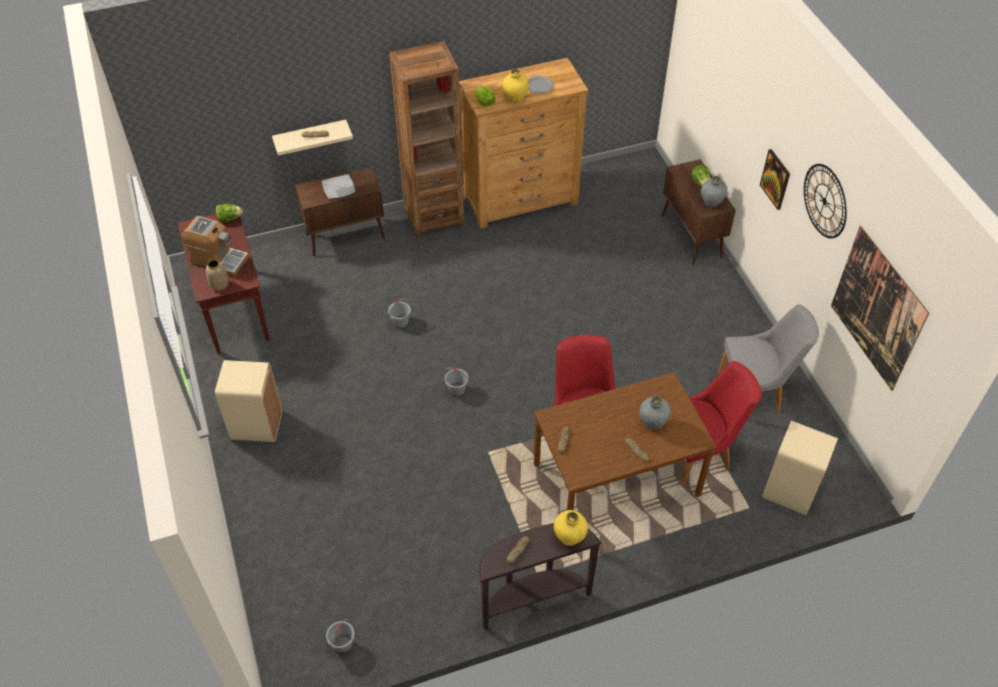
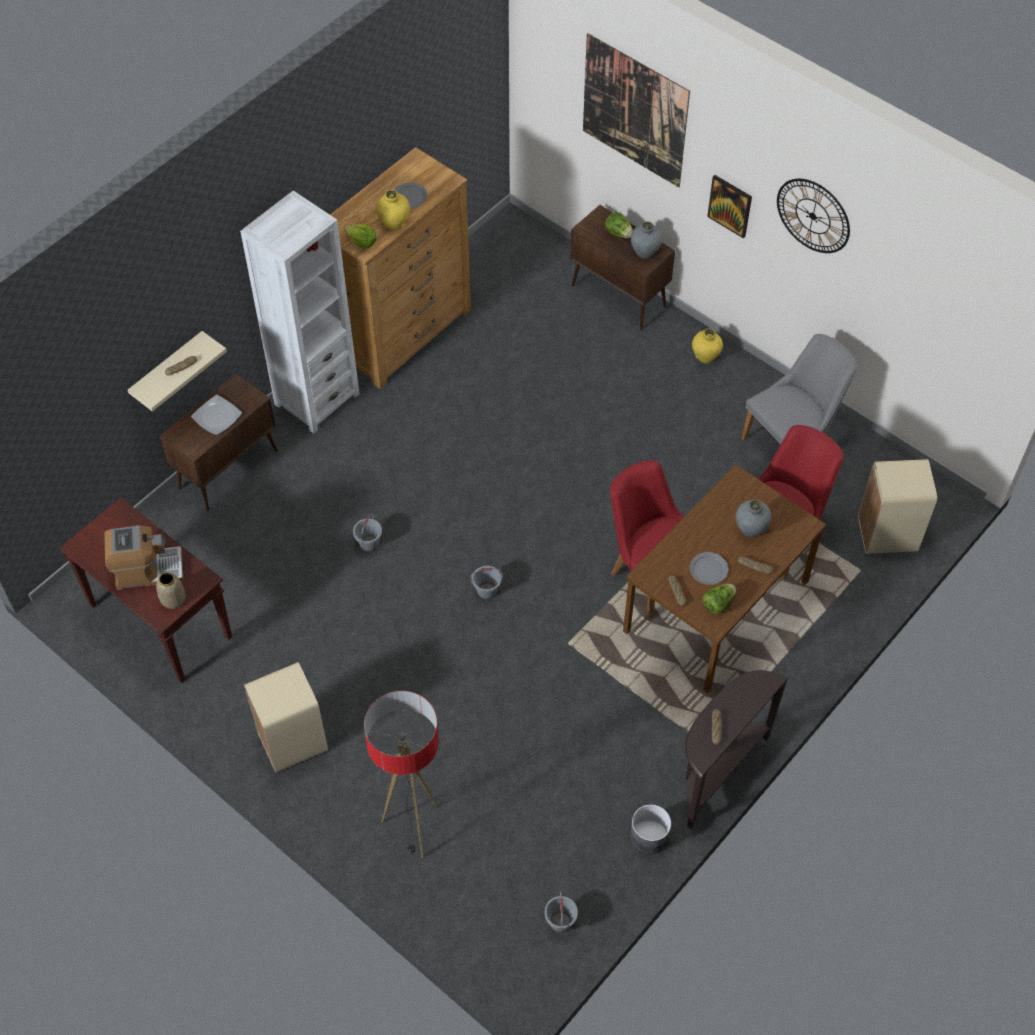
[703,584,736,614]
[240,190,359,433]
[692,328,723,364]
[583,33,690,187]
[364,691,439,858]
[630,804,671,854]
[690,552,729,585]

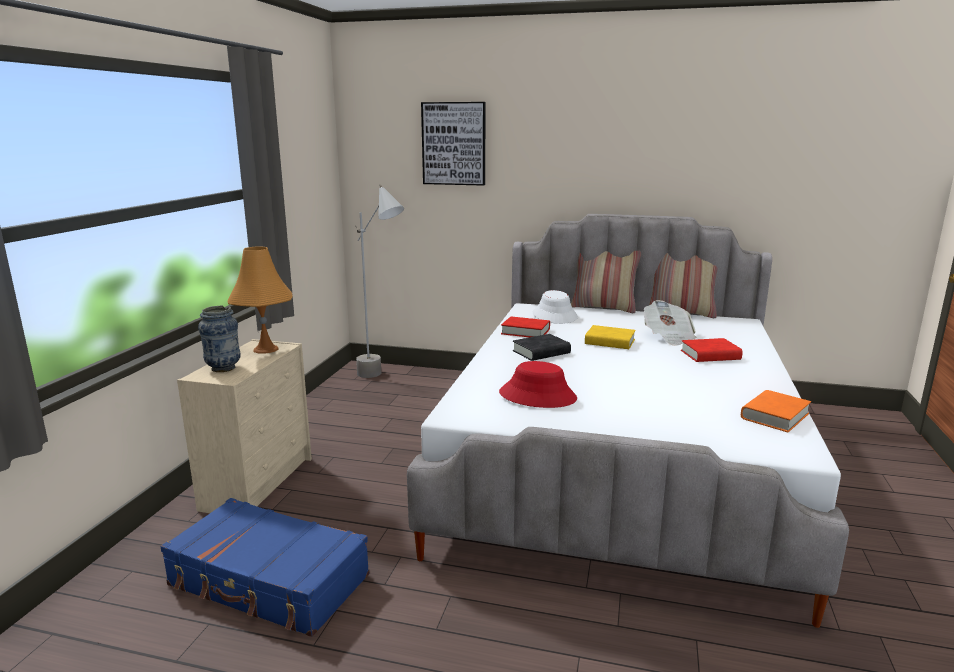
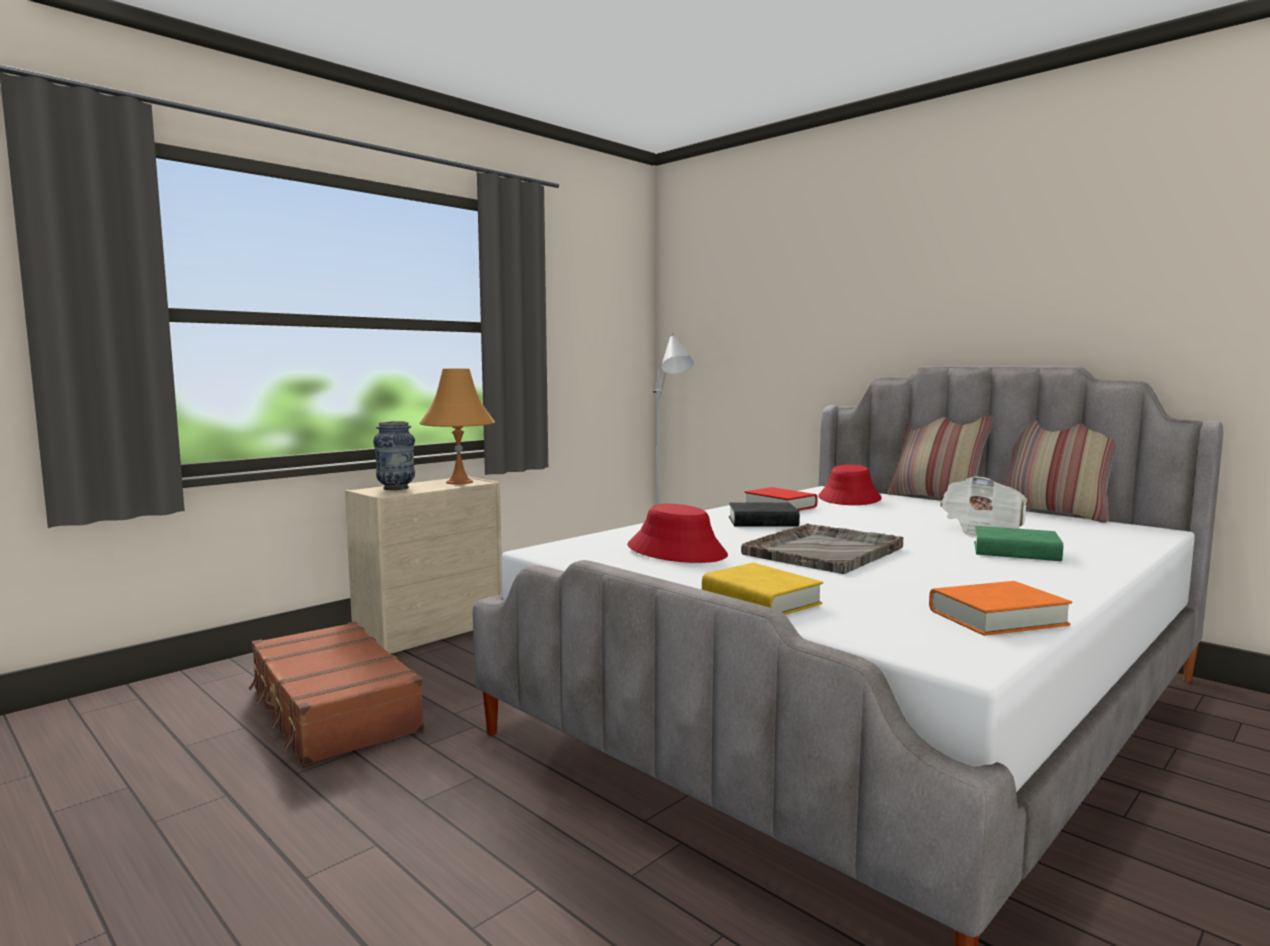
[248,621,424,765]
[421,102,486,186] (first image)
[818,464,882,505]
[702,563,823,615]
[974,526,1063,561]
[741,523,903,574]

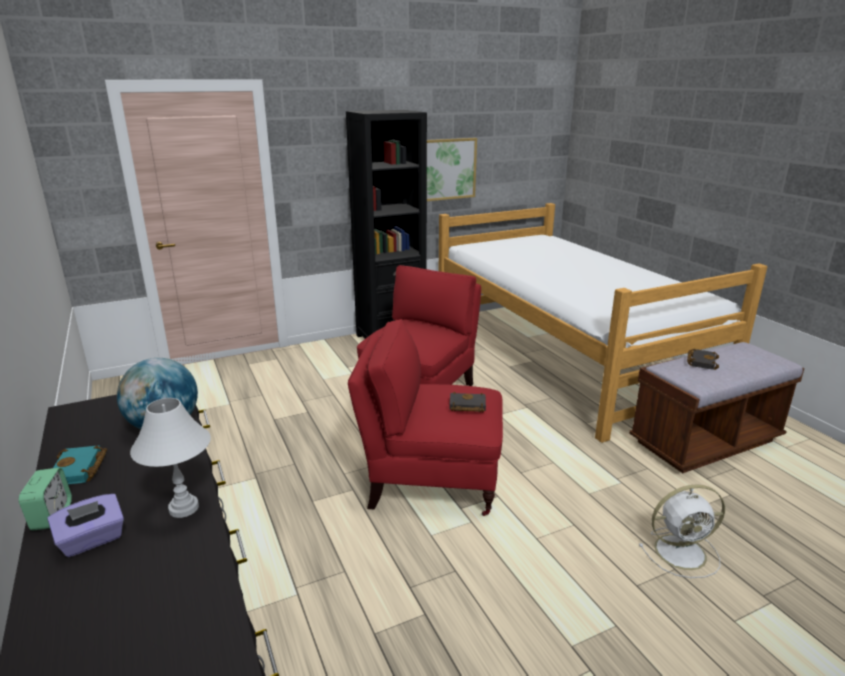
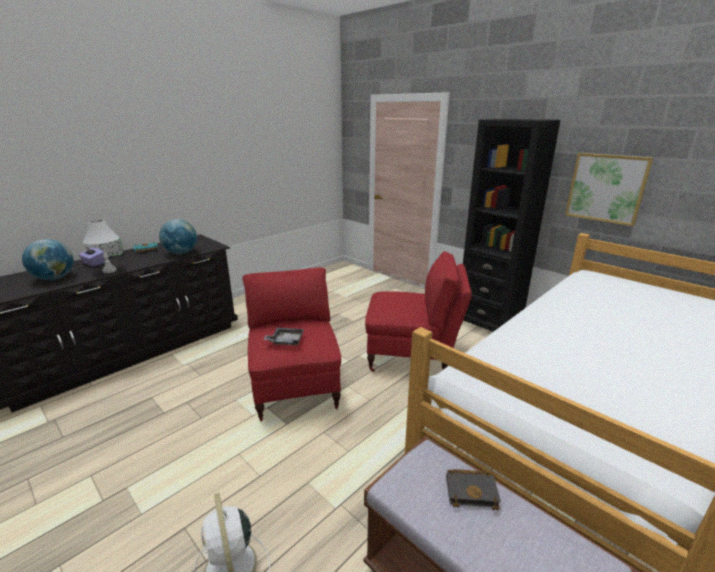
[263,328,304,346]
[22,239,74,280]

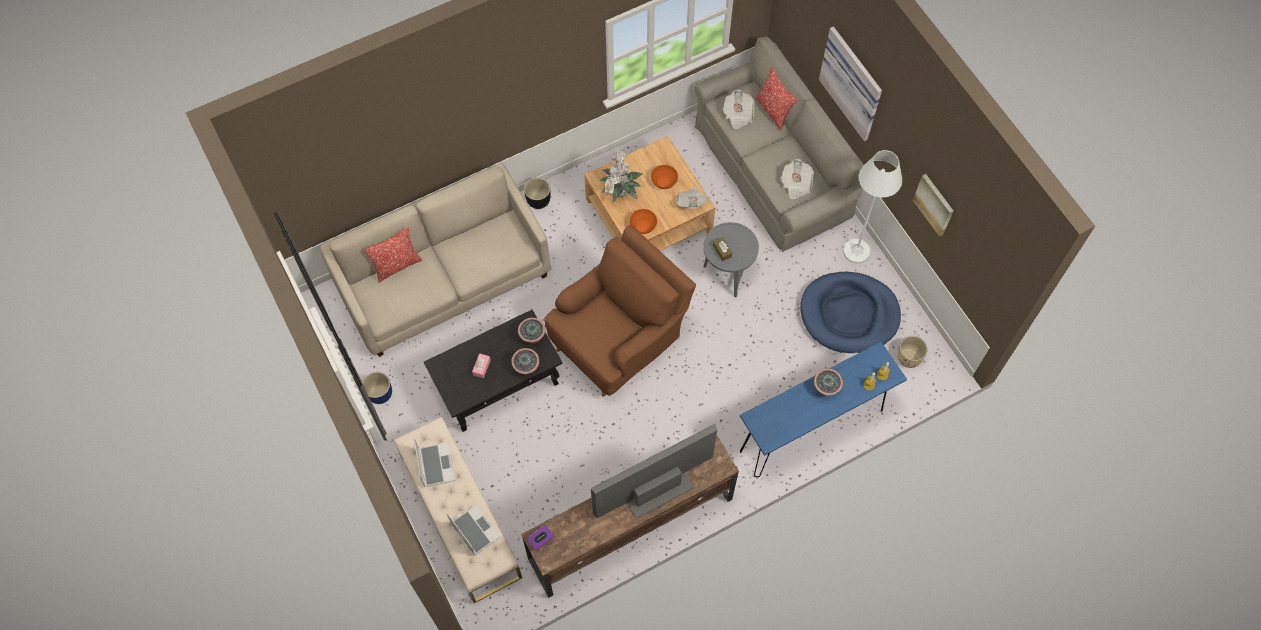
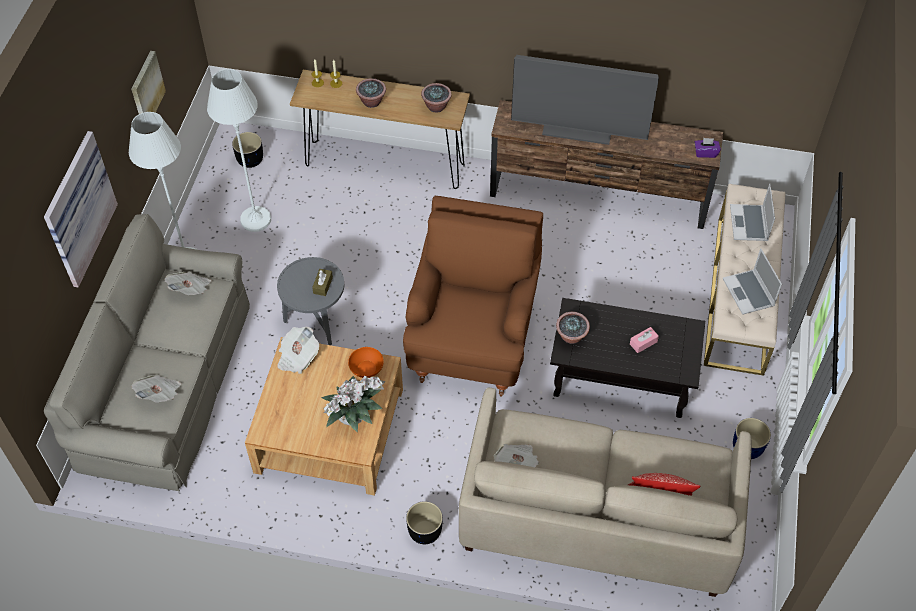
[723,248,782,315]
[421,83,452,113]
[403,196,543,396]
[651,165,678,189] (first image)
[290,70,470,189]
[755,67,798,131] (first image)
[207,69,271,232]
[232,132,263,168]
[494,444,539,467]

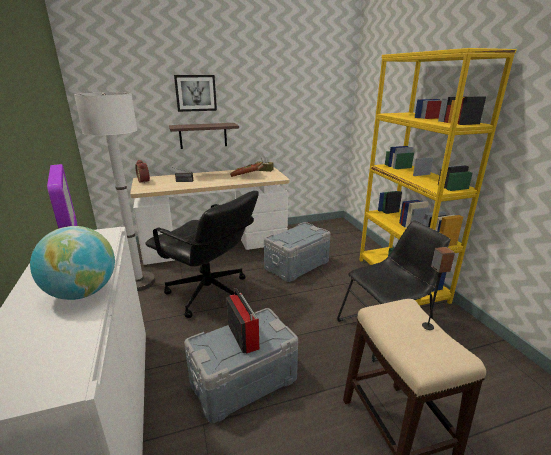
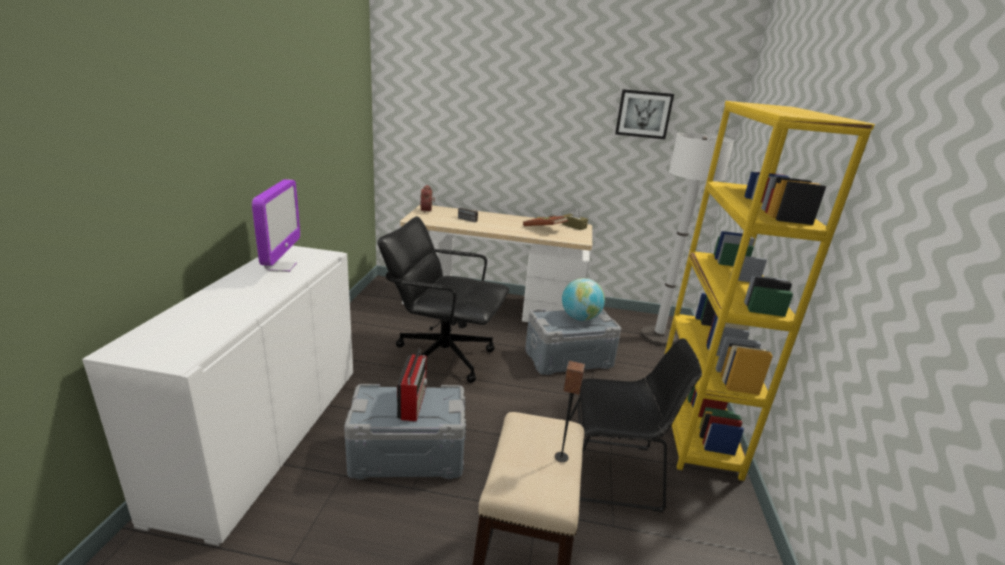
[562,278,605,321]
[641,133,734,347]
[378,216,509,383]
[169,123,239,149] (first image)
[615,89,674,139]

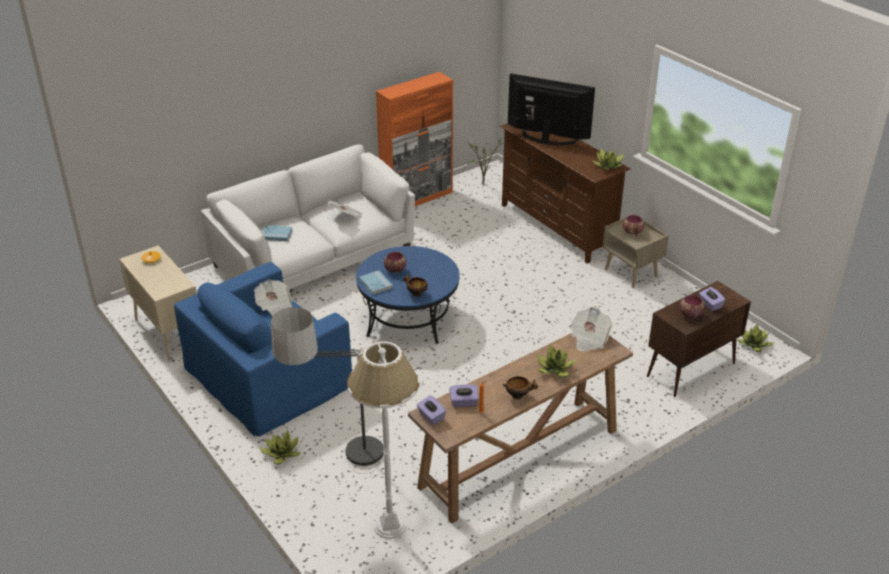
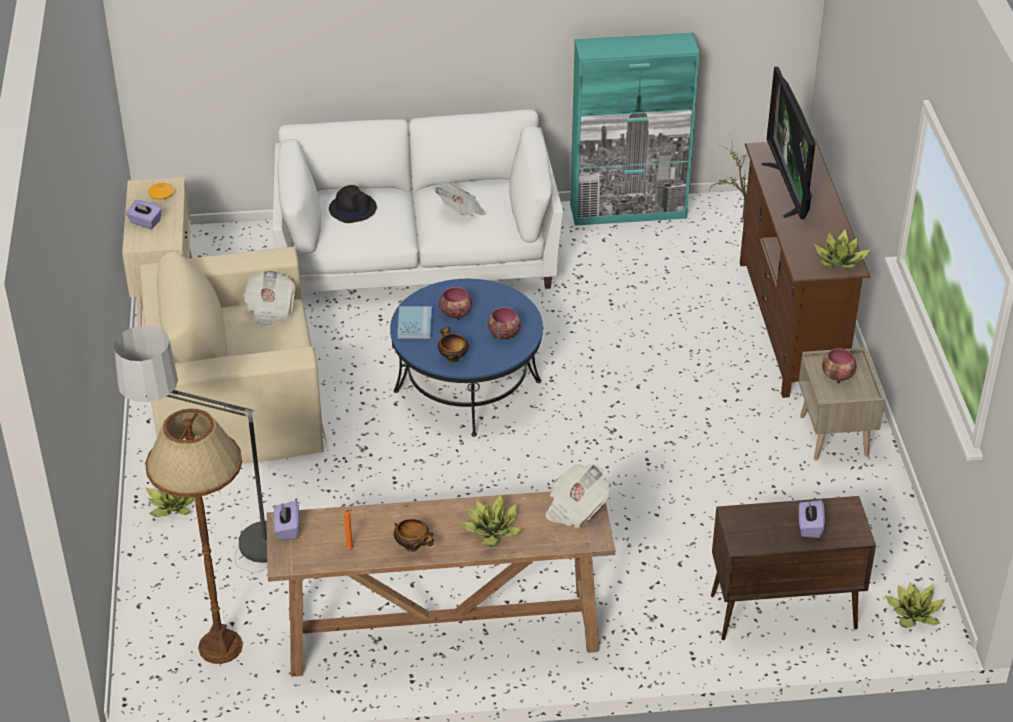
[139,247,327,464]
[329,185,377,223]
[145,408,243,664]
[570,33,700,226]
[126,200,162,229]
[762,67,815,219]
[488,307,521,339]

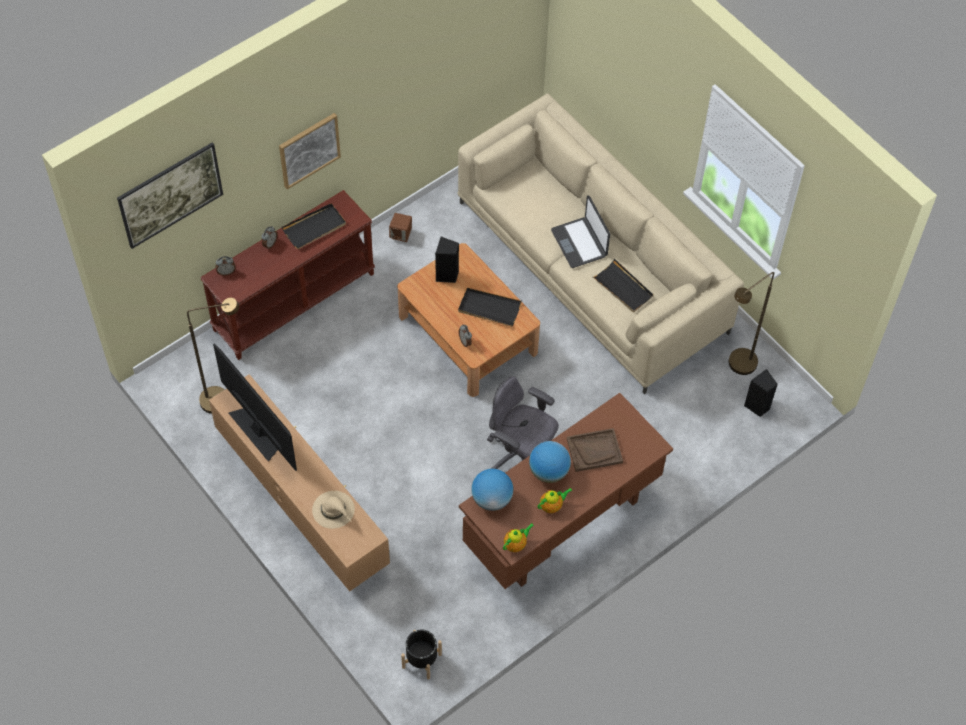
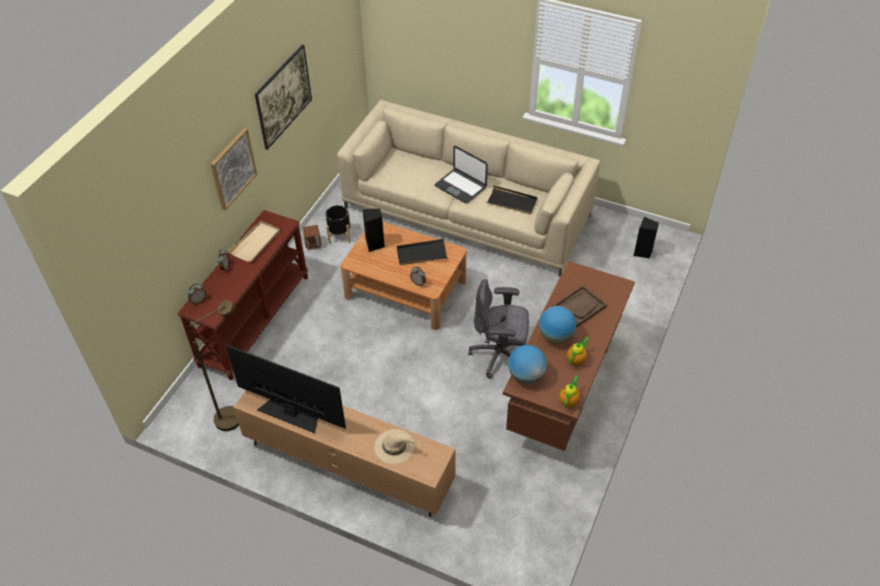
[255,45,312,150]
[229,221,280,262]
[326,205,351,244]
[729,272,774,375] (first image)

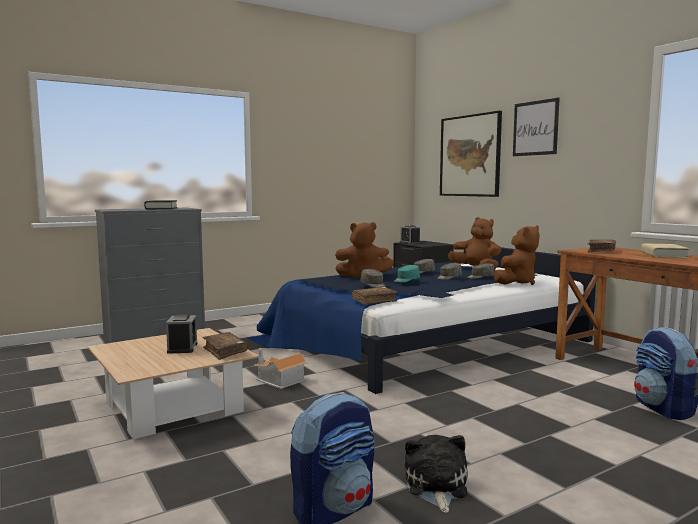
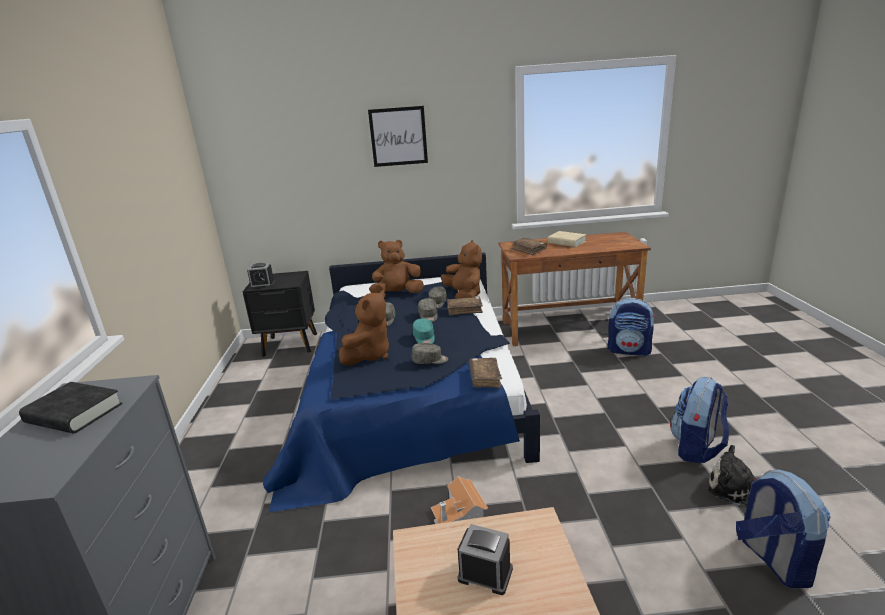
[447,297,483,316]
[440,111,502,197] (first image)
[670,377,729,463]

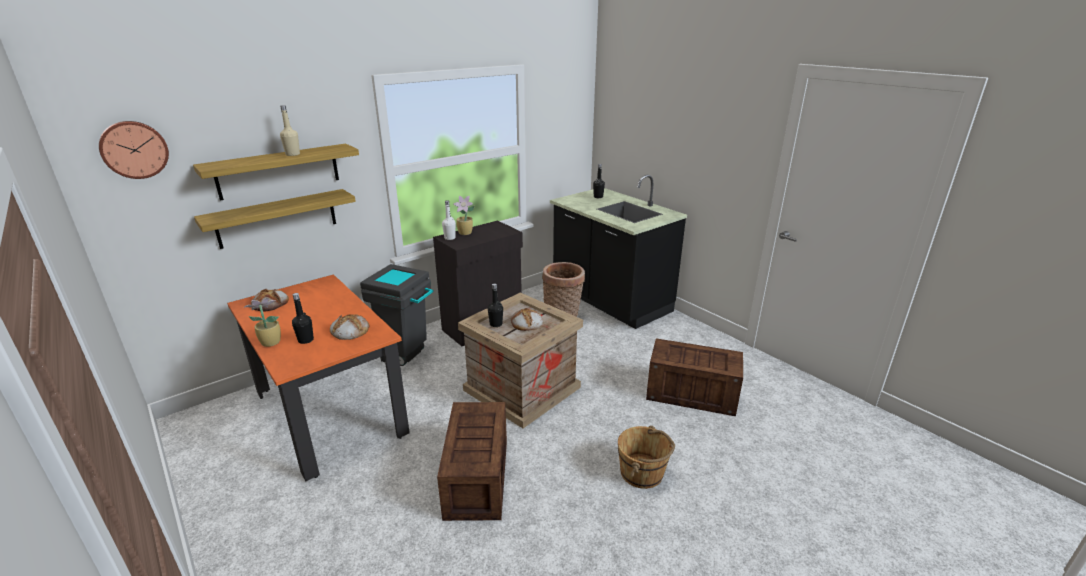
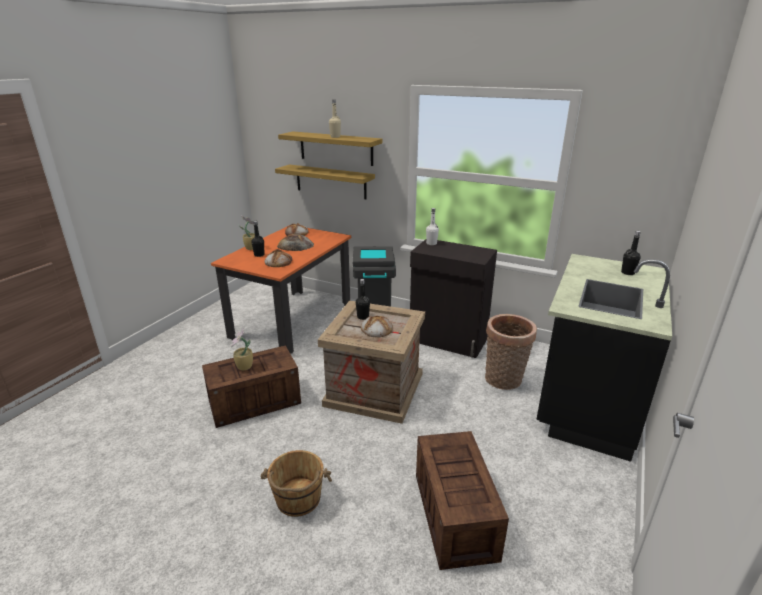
[99,121,169,179] (first image)
[231,327,253,370]
[277,234,314,251]

